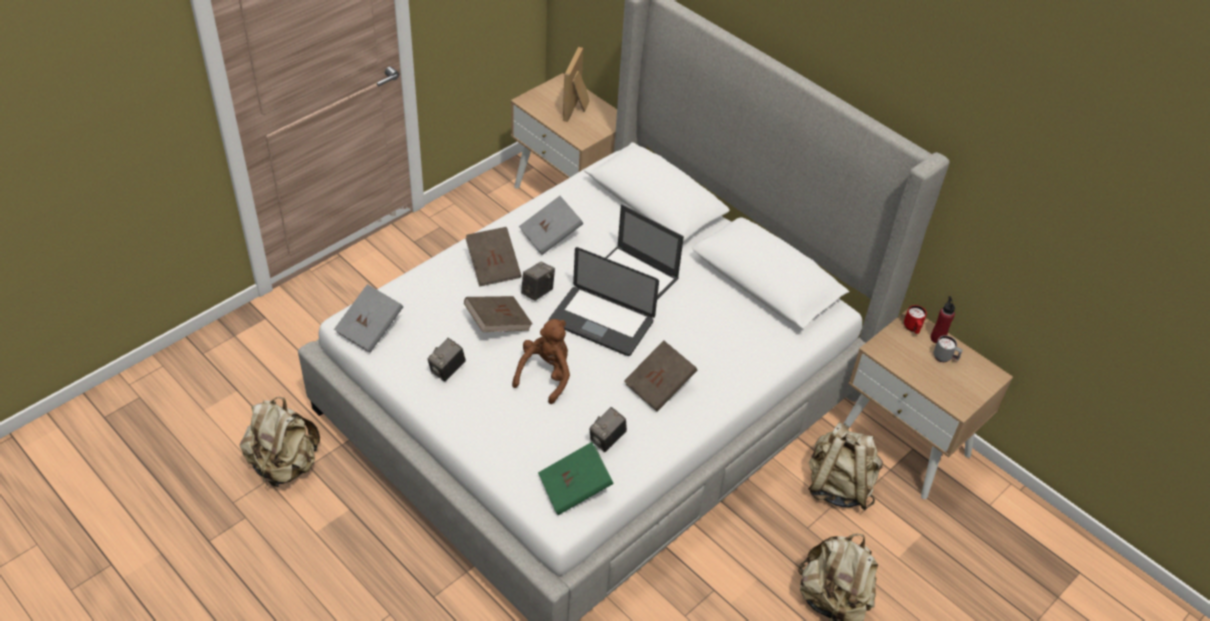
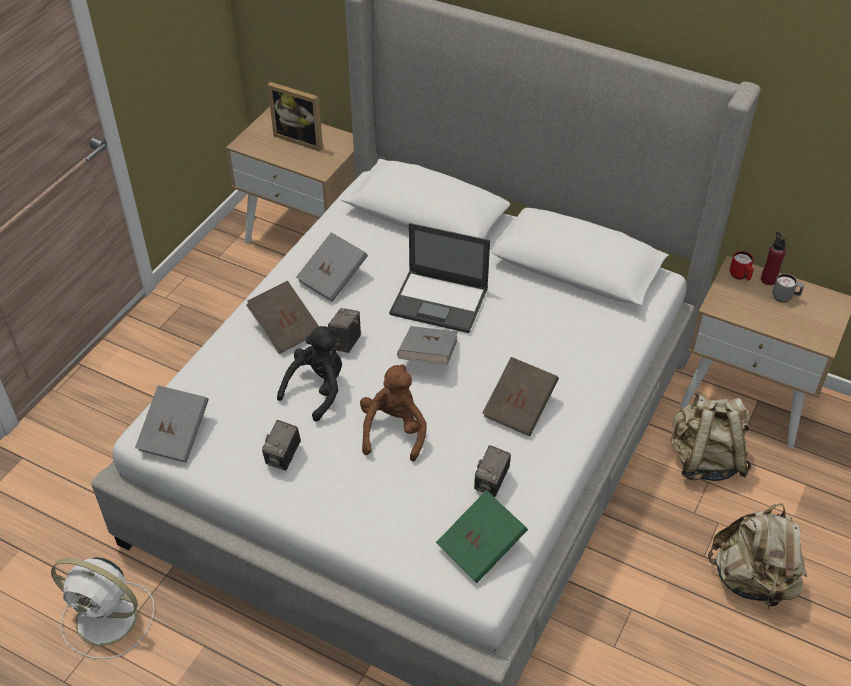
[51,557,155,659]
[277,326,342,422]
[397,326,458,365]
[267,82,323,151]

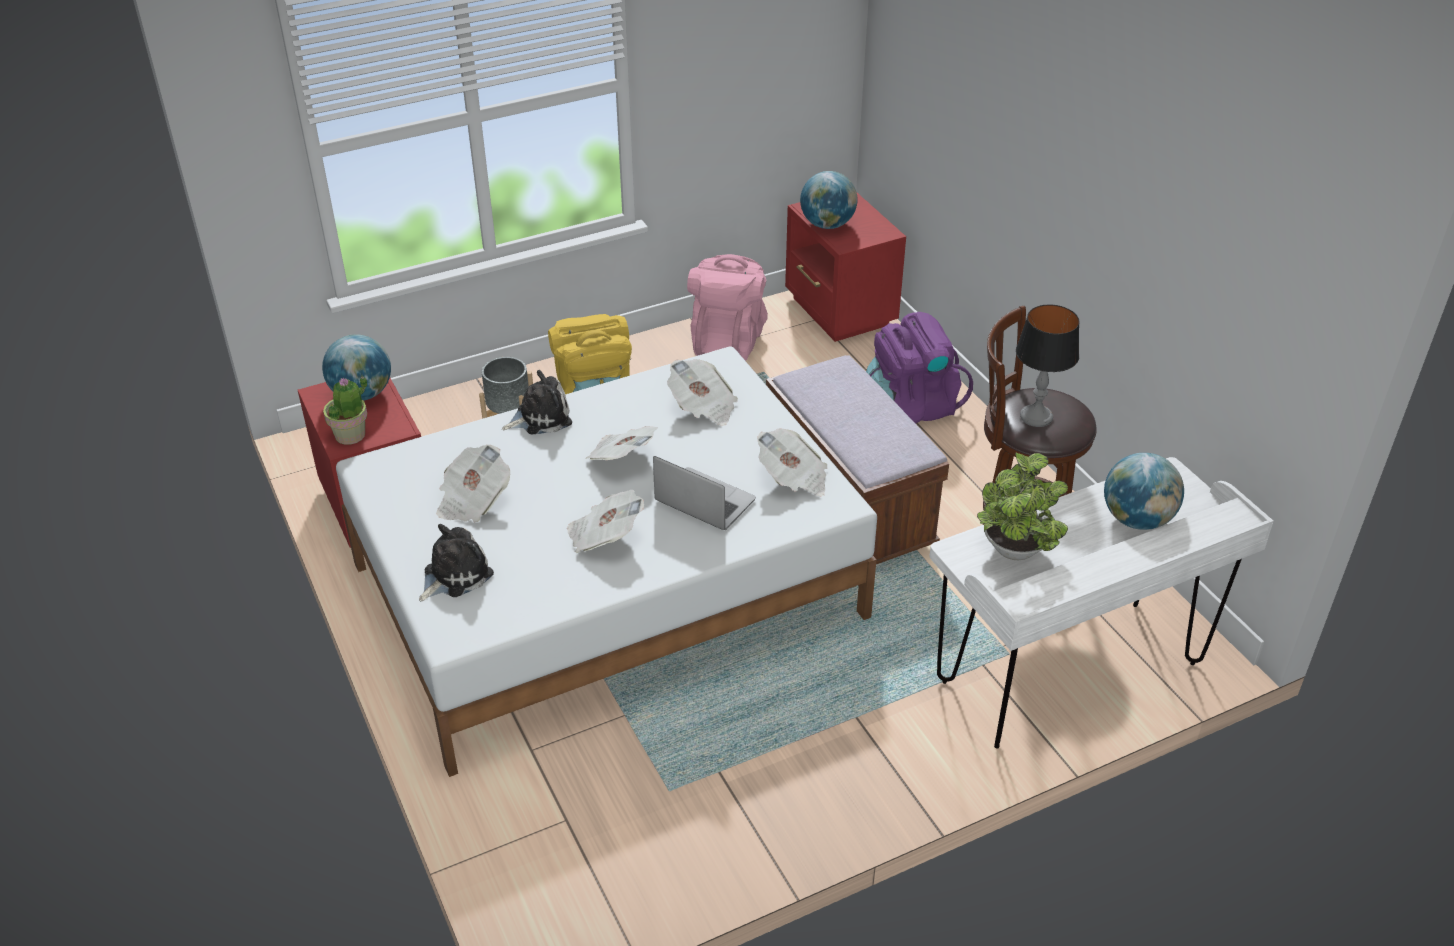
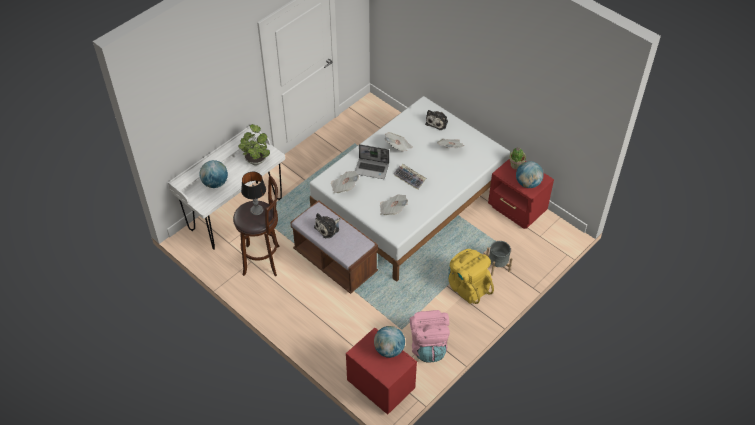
[314,213,340,238]
[394,164,426,190]
[866,312,973,424] (first image)

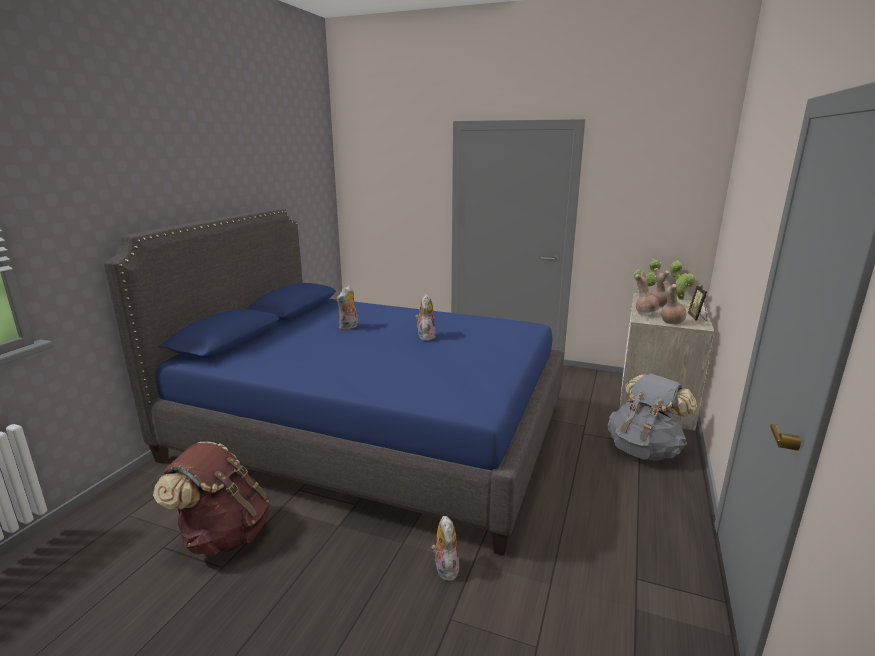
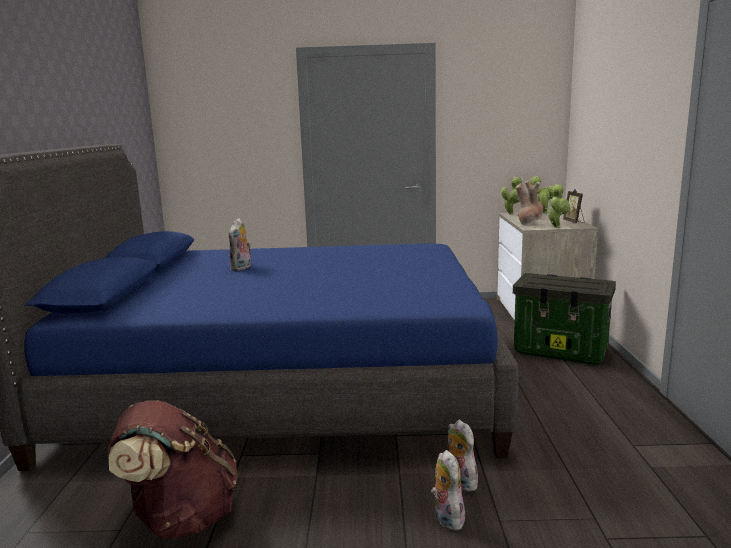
[431,450,465,530]
[513,273,616,365]
[547,184,570,228]

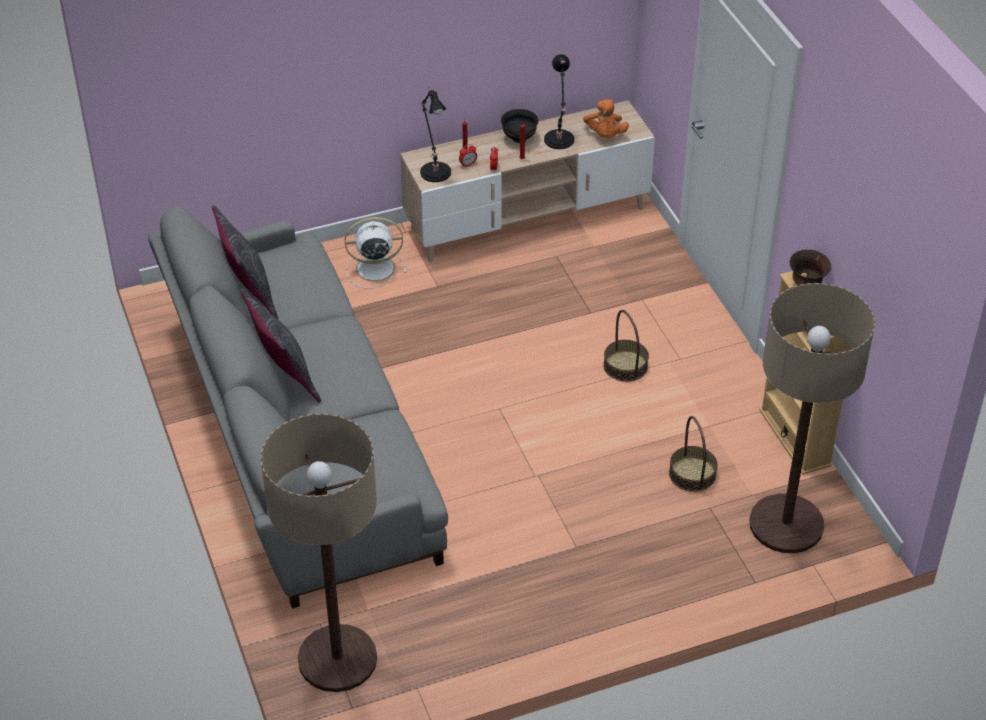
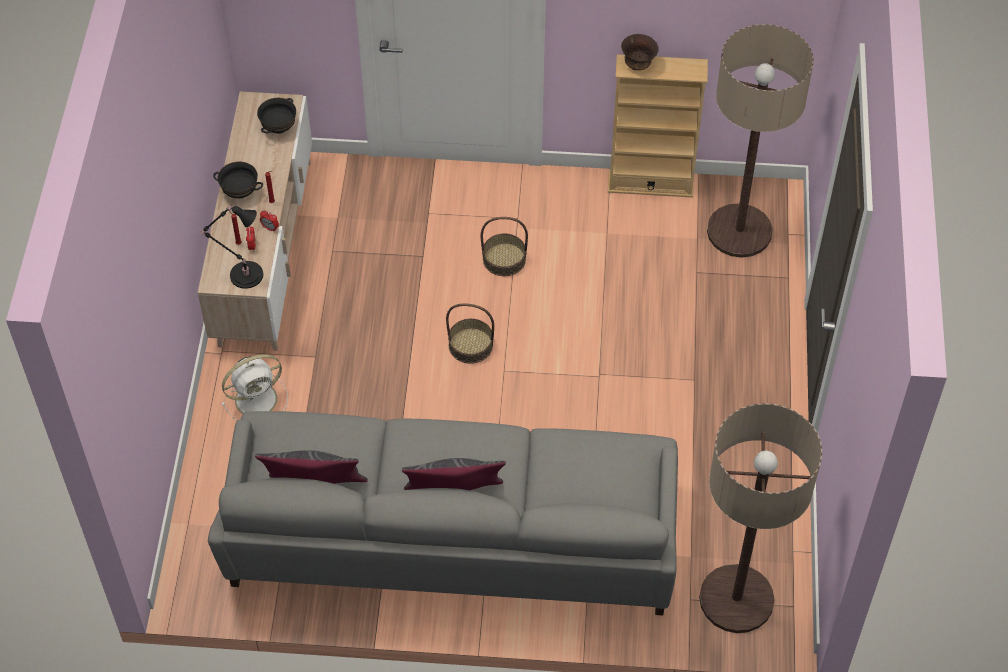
[221,354,288,420]
[544,54,574,149] (first image)
[257,98,296,134]
[446,303,494,364]

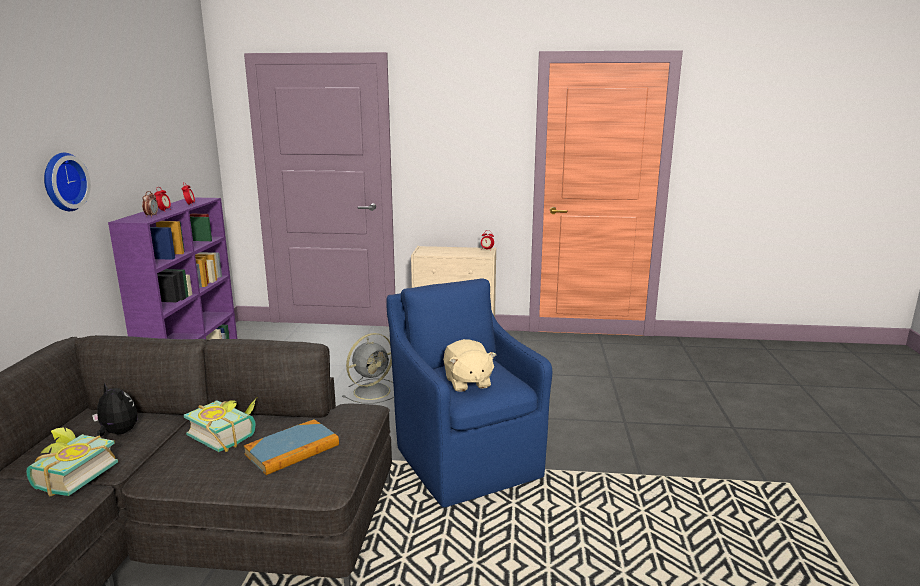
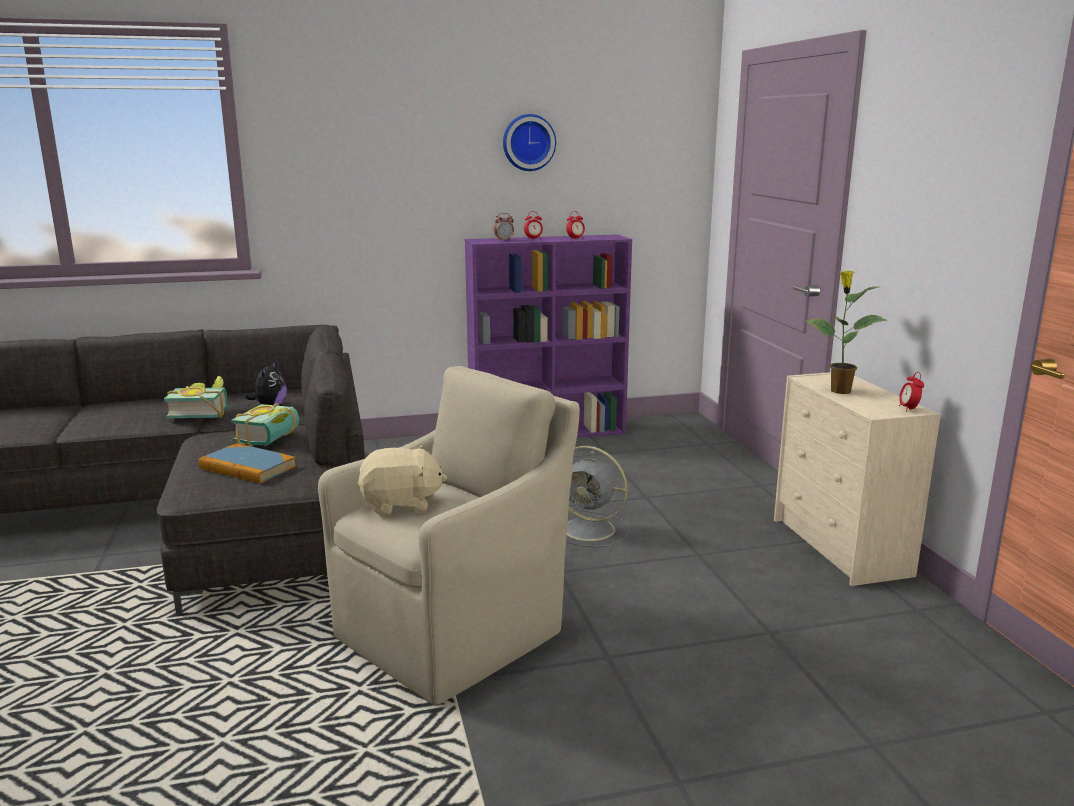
[503,114,556,171]
[318,366,580,705]
[357,446,447,516]
[805,270,887,394]

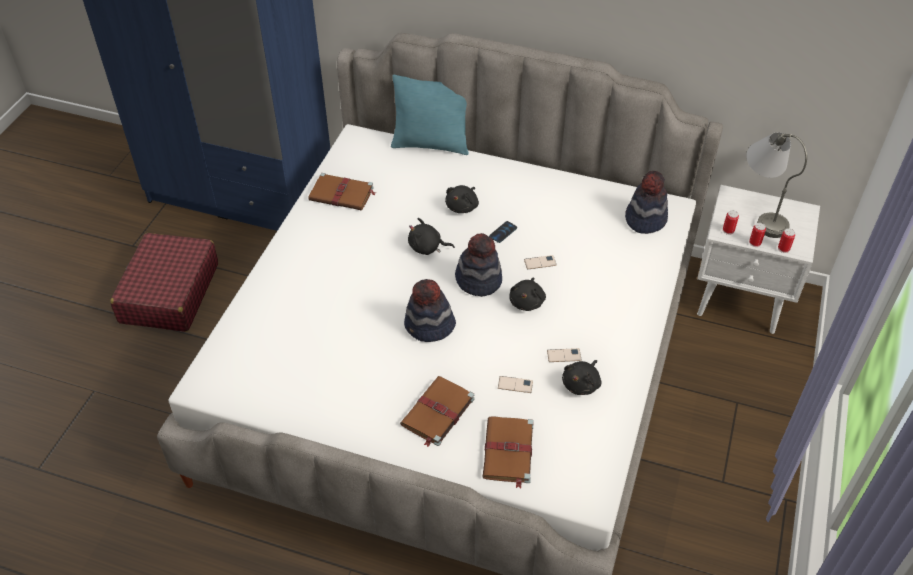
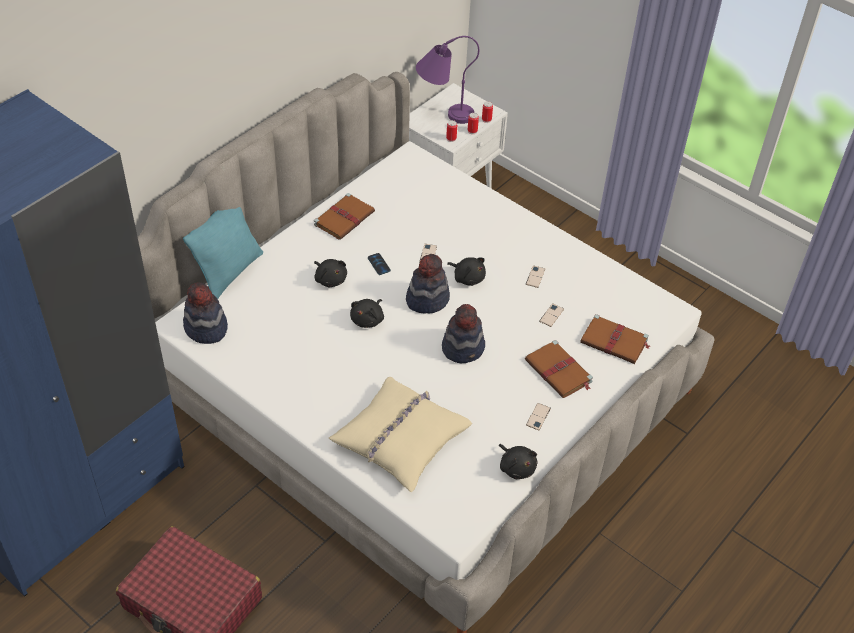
[314,193,375,240]
[499,444,537,479]
[183,282,228,344]
[416,36,479,124]
[329,377,472,492]
[526,403,551,430]

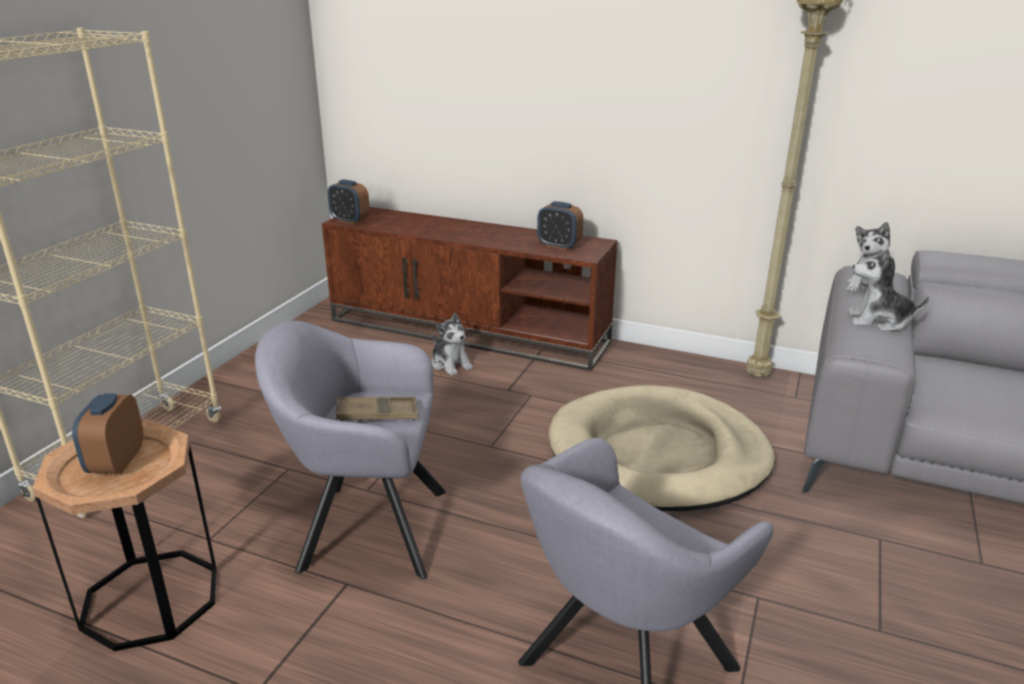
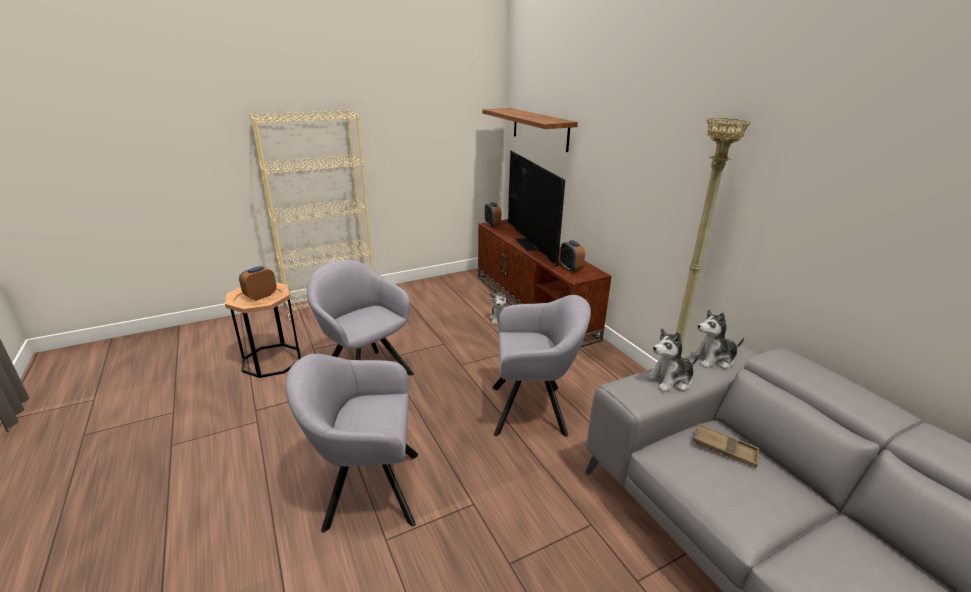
[693,424,759,468]
[492,295,591,437]
[646,328,699,392]
[482,108,578,152]
[508,151,565,266]

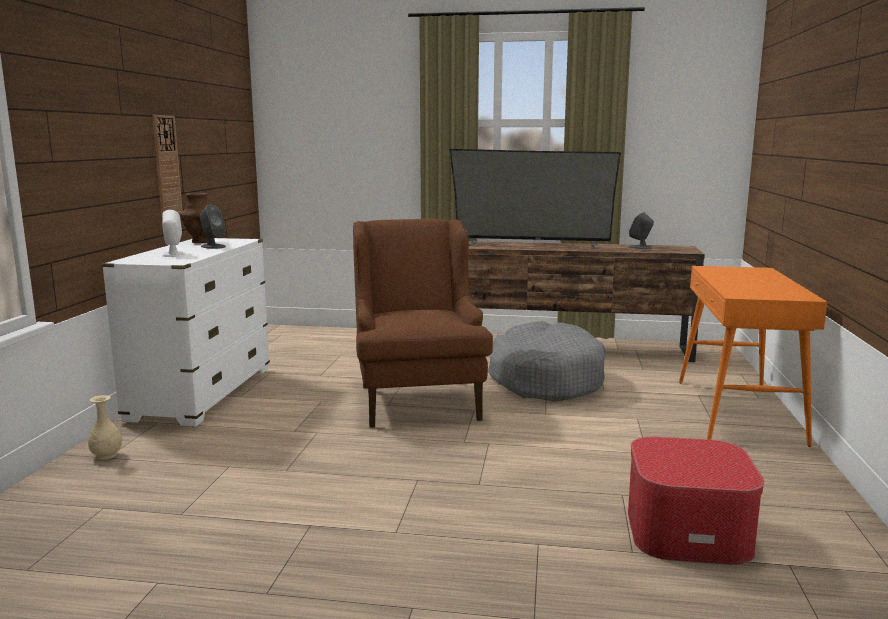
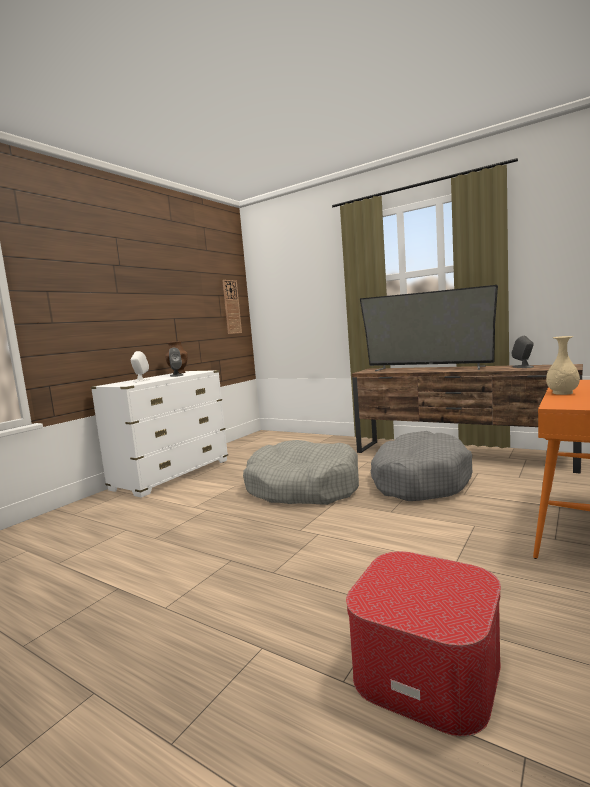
[546,336,580,395]
[222,280,242,334]
[243,440,359,505]

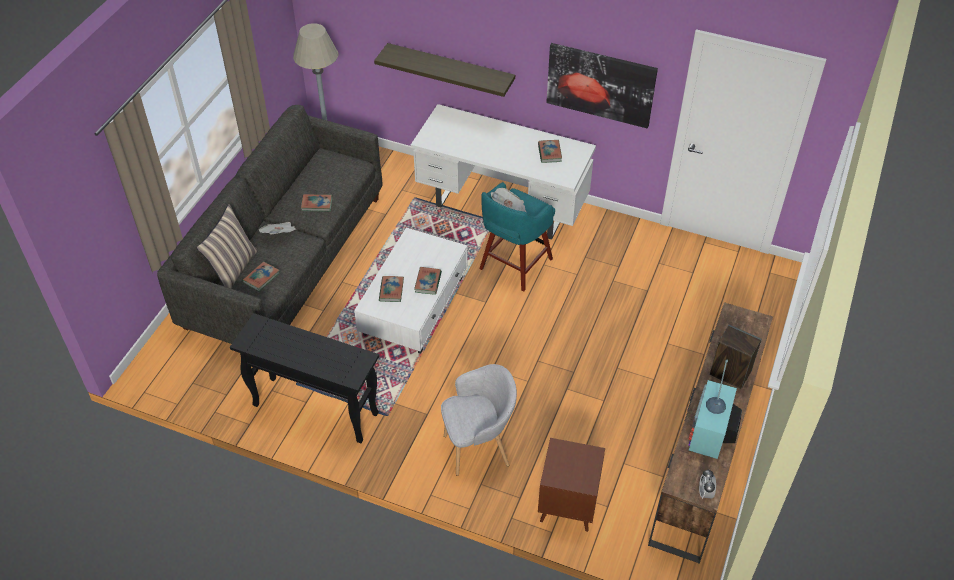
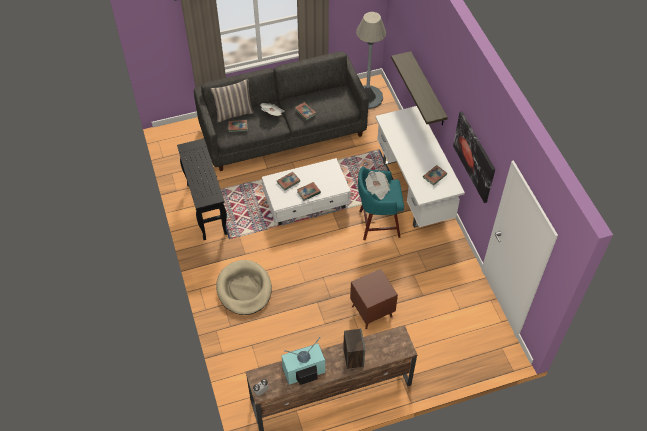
[216,260,272,315]
[350,269,398,329]

